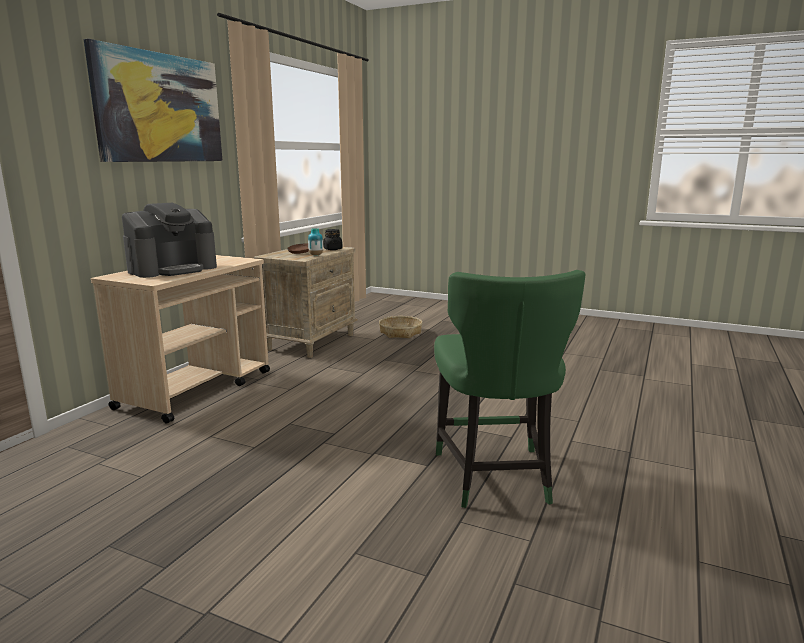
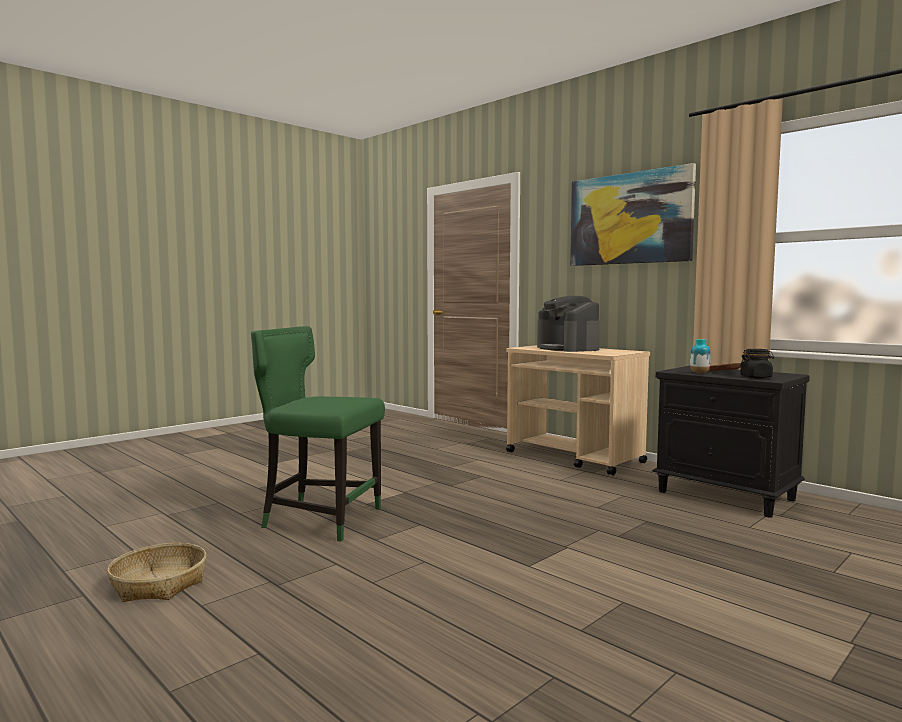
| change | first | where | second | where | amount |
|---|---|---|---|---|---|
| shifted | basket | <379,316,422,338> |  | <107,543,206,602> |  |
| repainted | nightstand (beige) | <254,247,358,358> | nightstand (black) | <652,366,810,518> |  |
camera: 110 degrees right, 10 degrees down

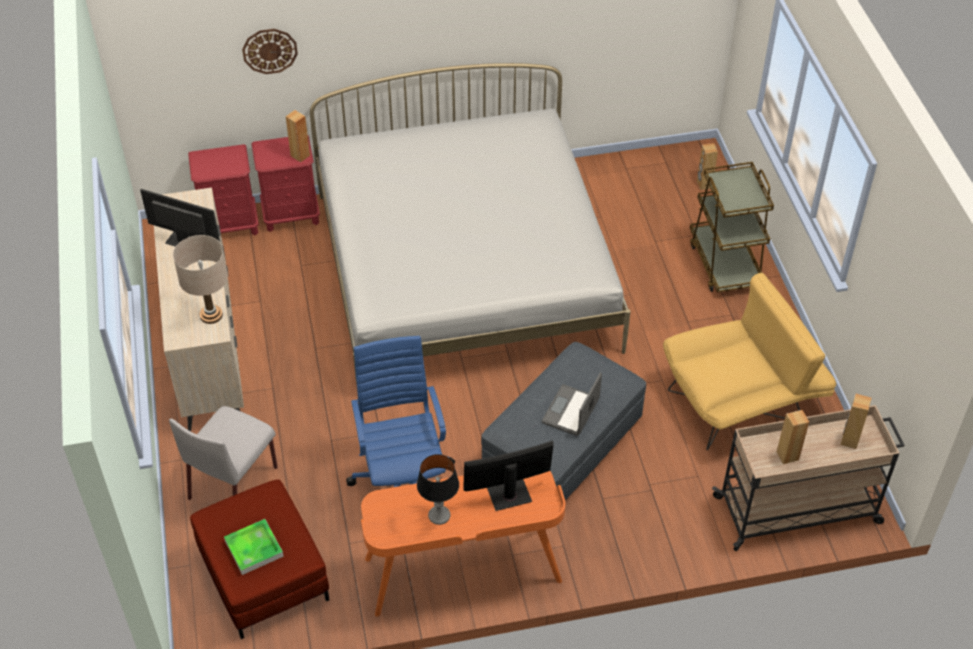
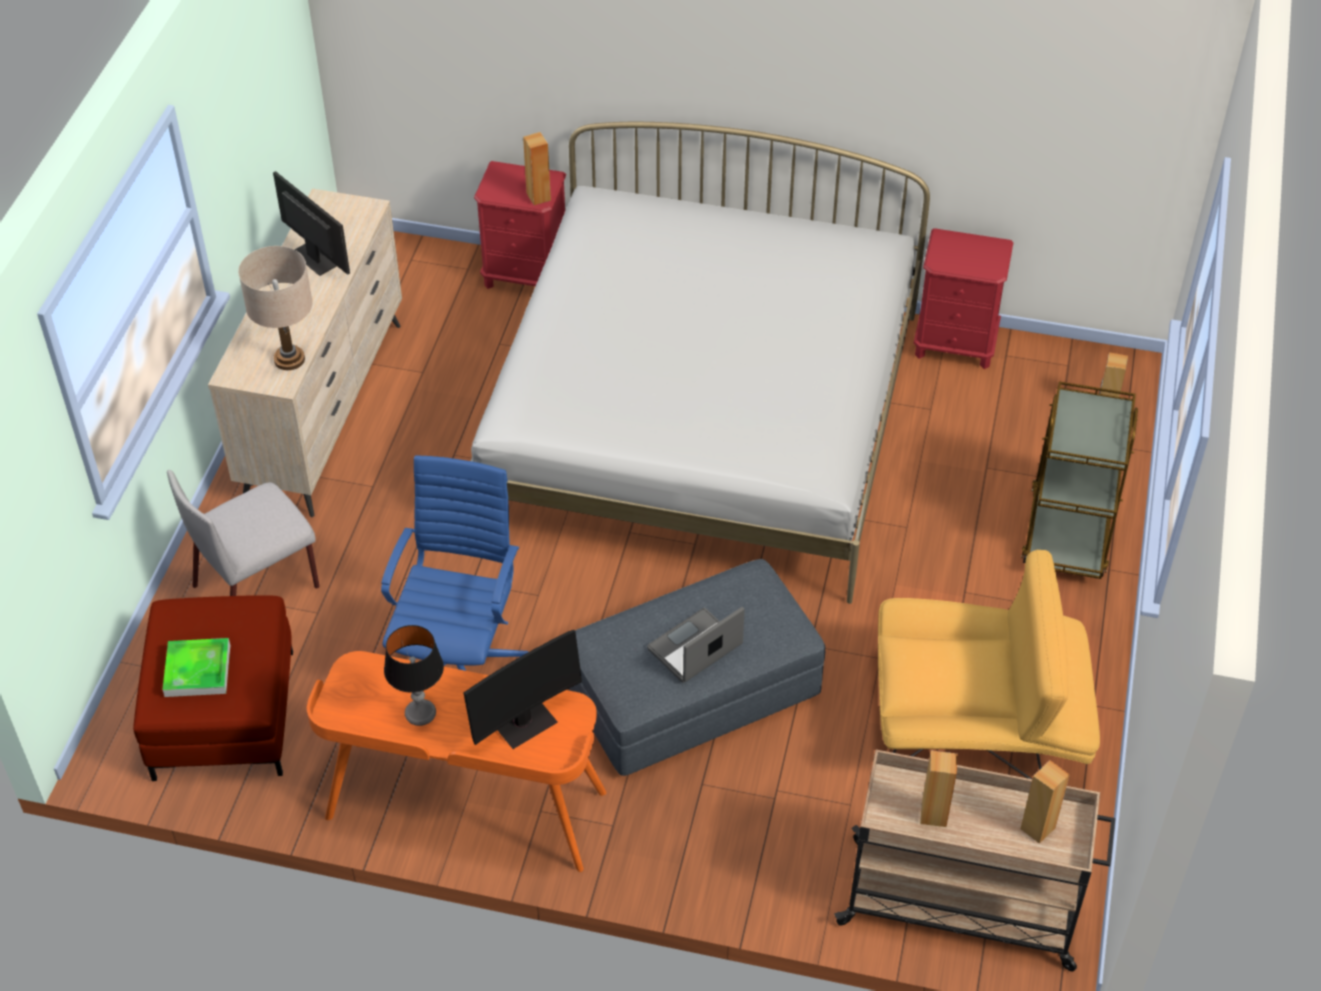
| change | first | where | second | where | amount |
|---|---|---|---|---|---|
| gone | wall clock | <242,29,298,74> |  |  |  |
| shifted | nightstand (red) | <188,144,259,236> |  | <914,228,1013,369> |  |
| rotated | monitor | <463,440,553,511> |  | <463,630,582,749> | 135 degrees clockwise |
camera: 25 degrees right, 0 degrees up

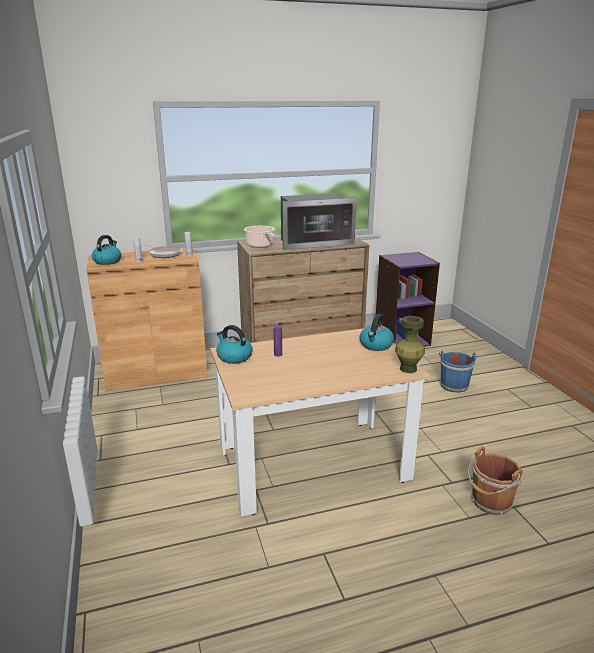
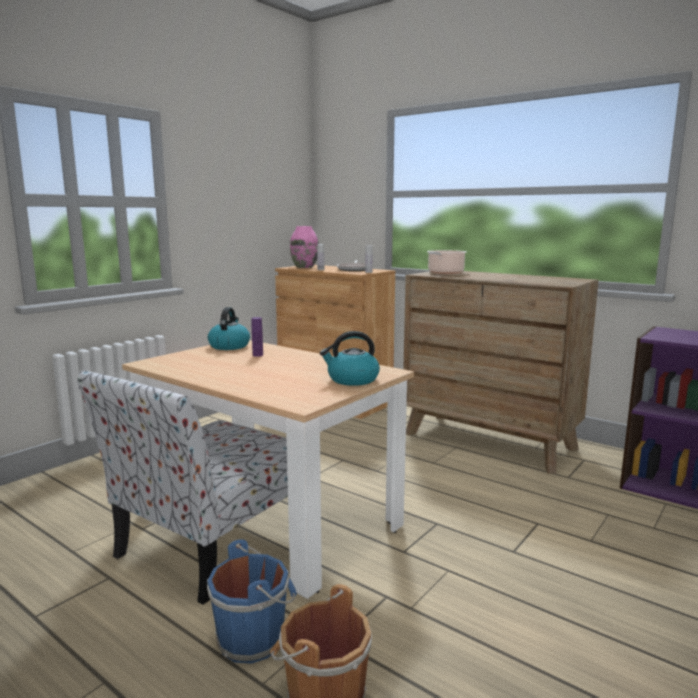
| change | first | where | second | where | amount |
|---|---|---|---|---|---|
| gone | microwave | <281,193,357,250> |  |  |  |
| gone | vase (green) | <395,316,425,373> |  |  |  |
| new |  |  | chair | <77,370,288,605> |  |
| shifted | bucket (blue) | <439,350,477,393> |  | <207,539,296,664> |  |
| swapped | kettle | <92,235,121,265> | vase (pink) | <290,226,318,268> |  |
camera: 55 degrees right, 10 degrees down

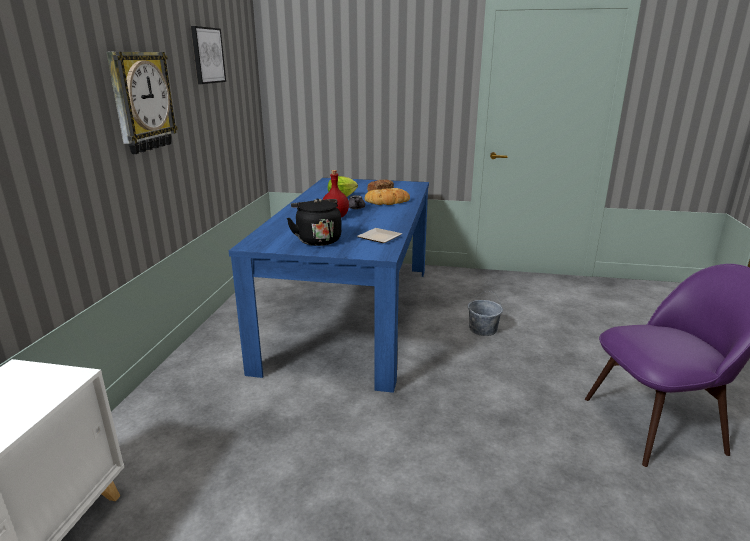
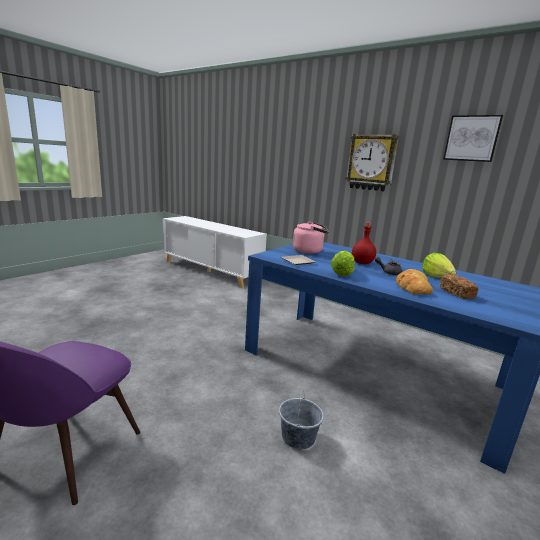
| change | first | where | second | where | amount |
|---|---|---|---|---|---|
| new |  |  | lettuce | <331,251,355,276> |  |
| repainted | kettle (black) | <287,198,341,246> | kettle (pink) | <293,221,329,254> |  |
camera: 115 degrees right, 5 degrees down

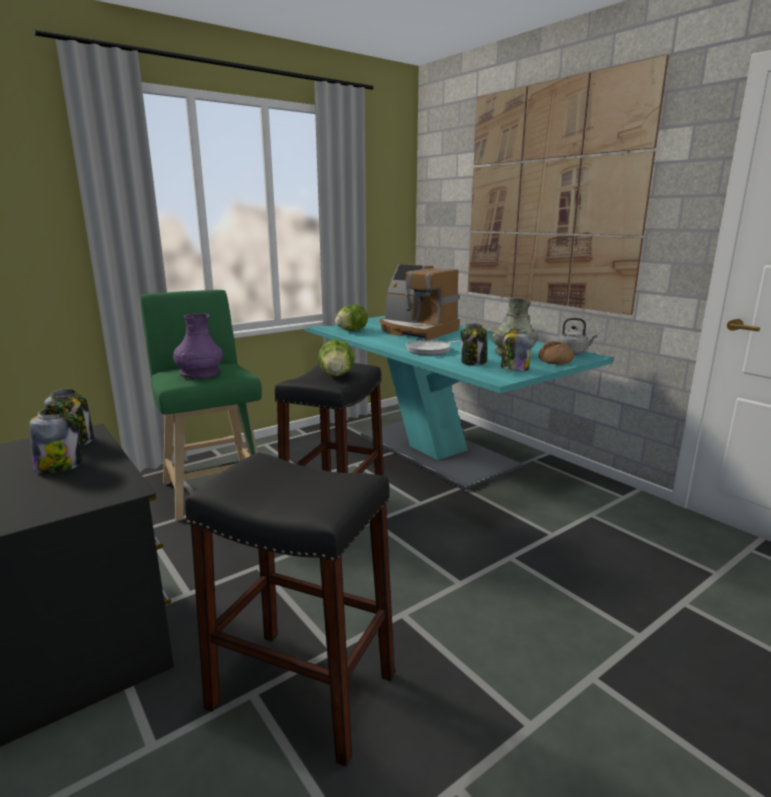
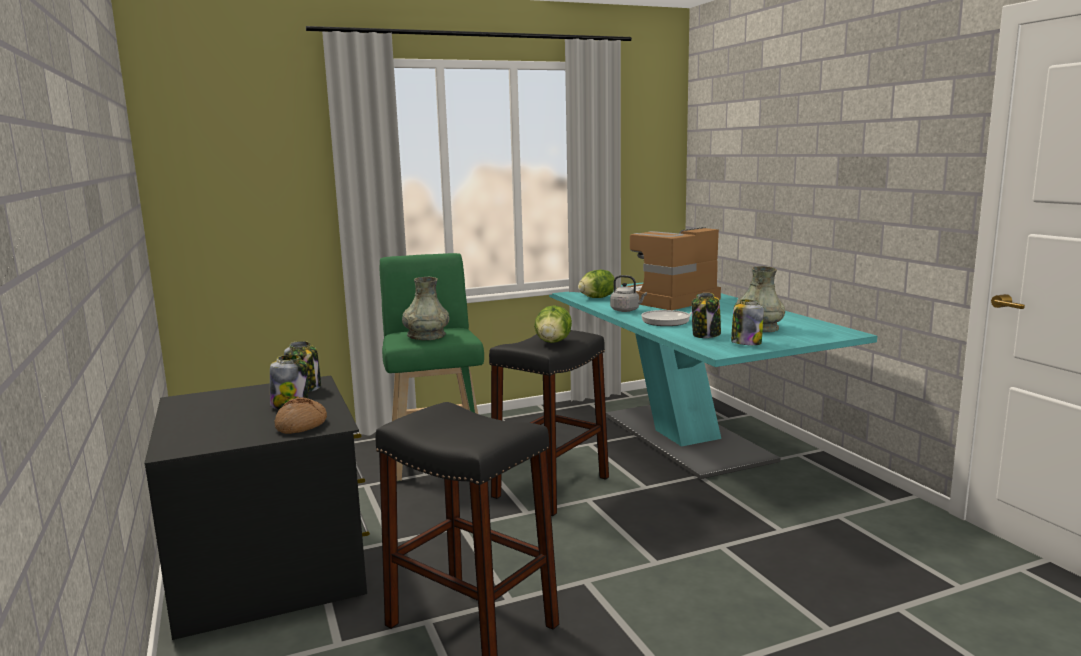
| change | first | where | second | where | amount |
|---|---|---|---|---|---|
| gone | picture | <468,55,669,315> |  |  |  |
| shifted | bread | <538,341,574,365> |  | <274,397,327,434> |  |
| shifted | kettle (grey) | <557,318,597,355> |  | <610,275,647,312> |  |
| repainted | vase (purple) | <173,313,223,379> | vase (grey) | <402,277,450,340> |  |
| rotated | coffee machine | <380,264,459,340> |  | <616,227,721,310> | 90 degrees clockwise |
camera: 15 degrees right, 5 degrees down

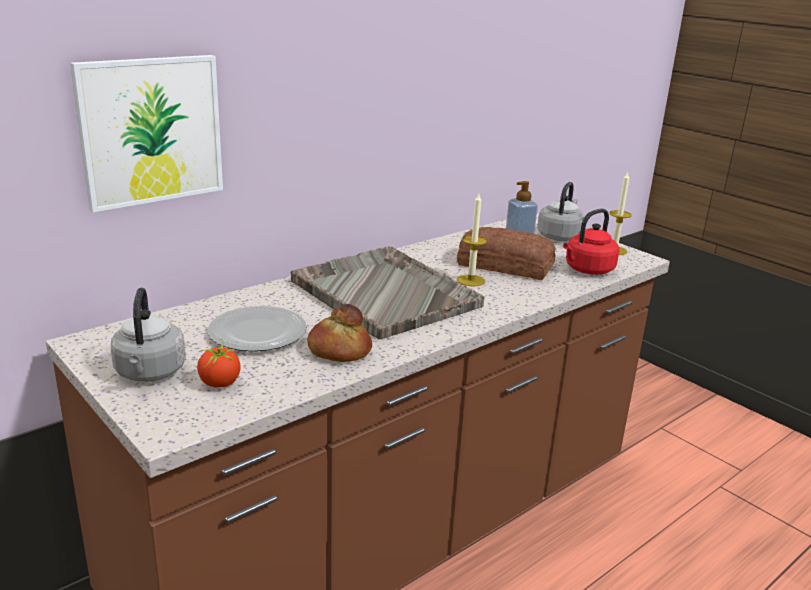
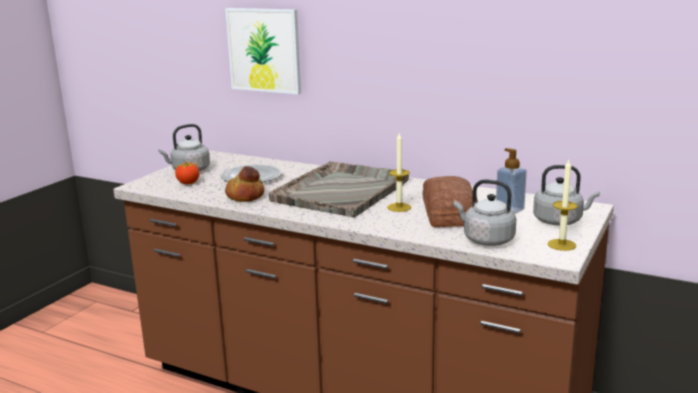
| change | first | where | second | where | amount |
|---|---|---|---|---|---|
| repainted | kettle (red) | <563,209,619,275> | kettle (grey) | <454,179,516,246> |  |
camera: 70 degrees right, 5 degrees down

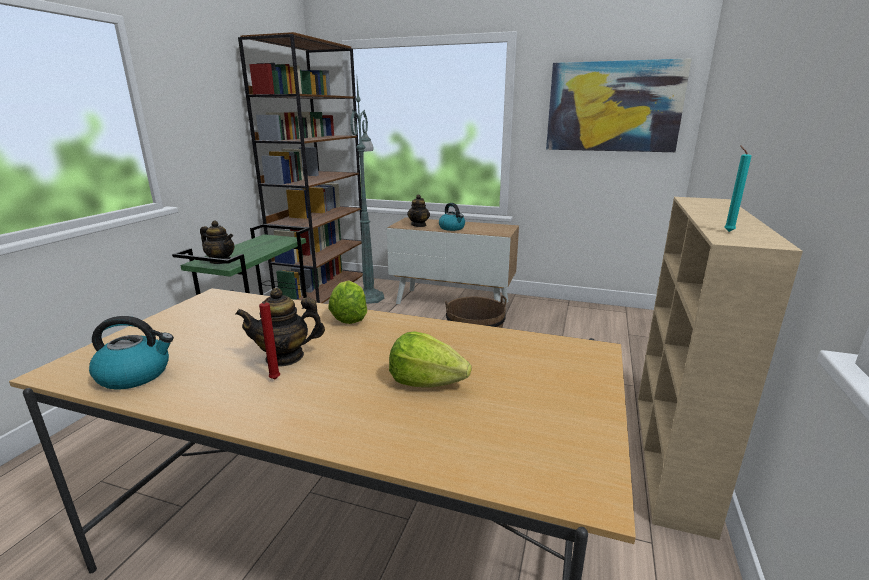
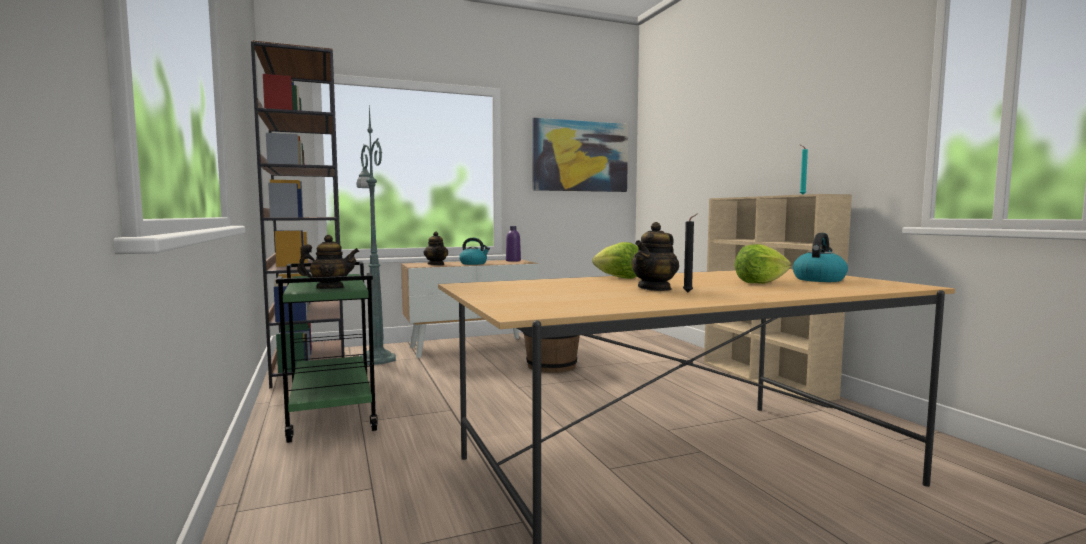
| change | first | where | second | where | amount |
|---|---|---|---|---|---|
| new |  |  | bottle (purple) | <506,226,521,262> |  |
| shifted | kettle | <89,316,174,390> |  | <793,233,848,282> |  |
| repainted | candle (red) | <259,297,280,379> | candle (black) | <683,214,697,292> |  |
camera: 40 degrees left, 15 degrees down

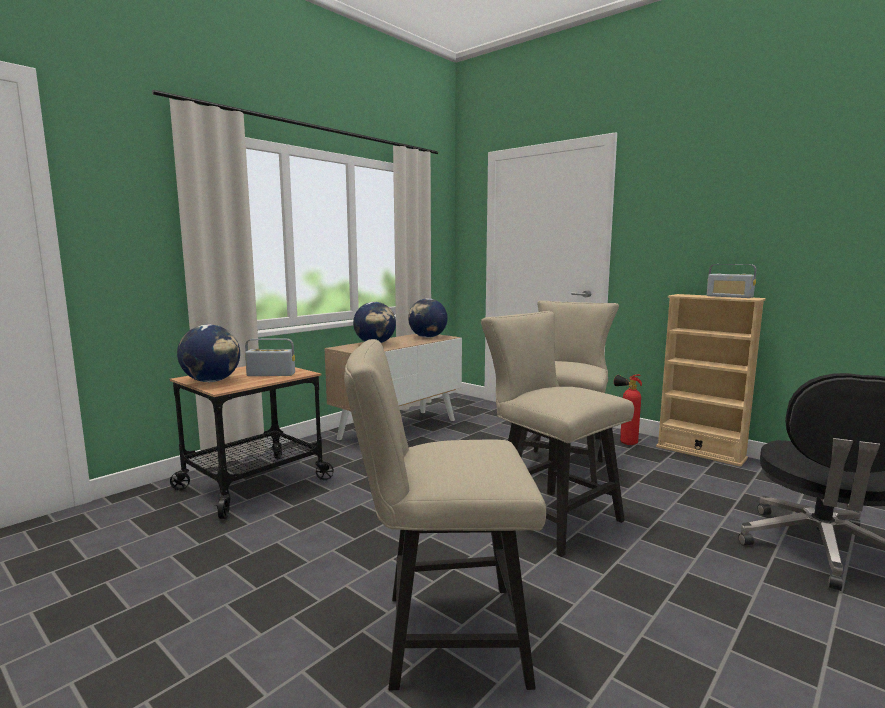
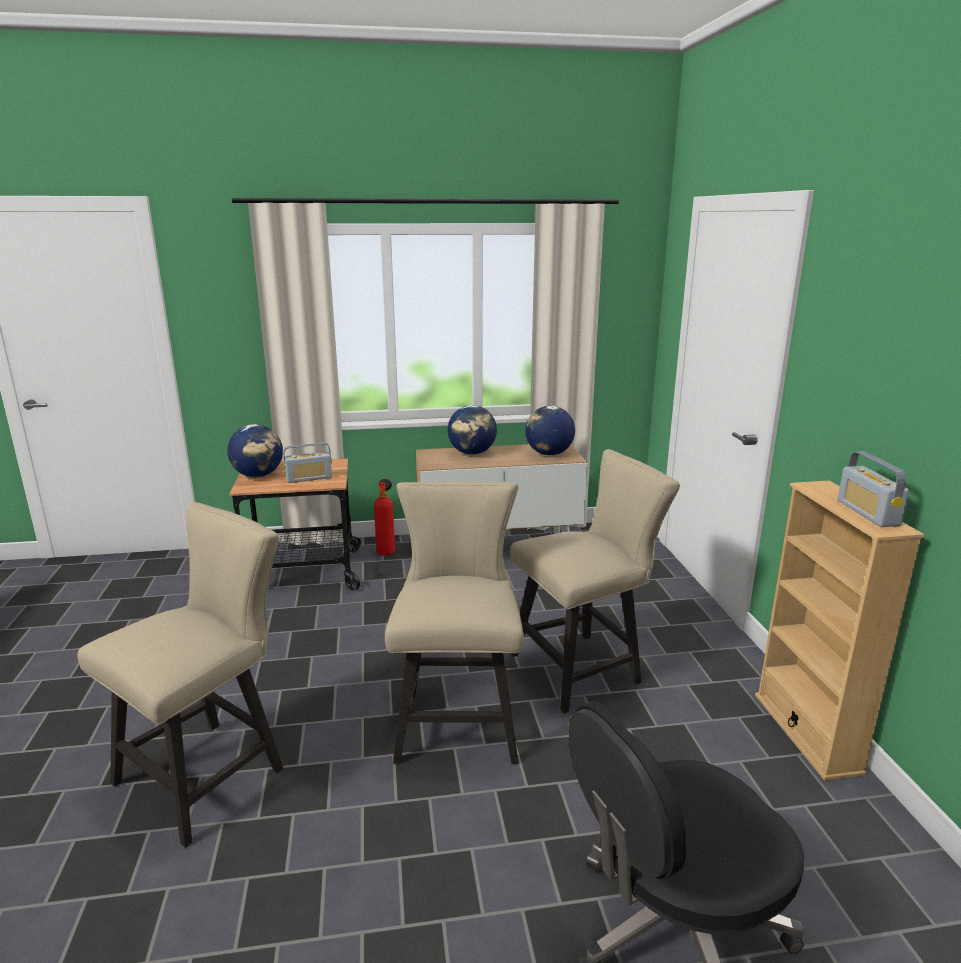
| change | first | where | second | where | amount |
|---|---|---|---|---|---|
| shifted | fire extinguisher | <614,374,642,445> |  | <374,479,395,556> |  |
| rotated | radio | <245,339,295,376> |  | <283,442,332,483> | 120 degrees clockwise |
| rotated | chair (beige) | <344,339,546,690> |  | <77,502,283,848> | 90 degrees clockwise |
camera: 40 degrees right, 10 degrees up

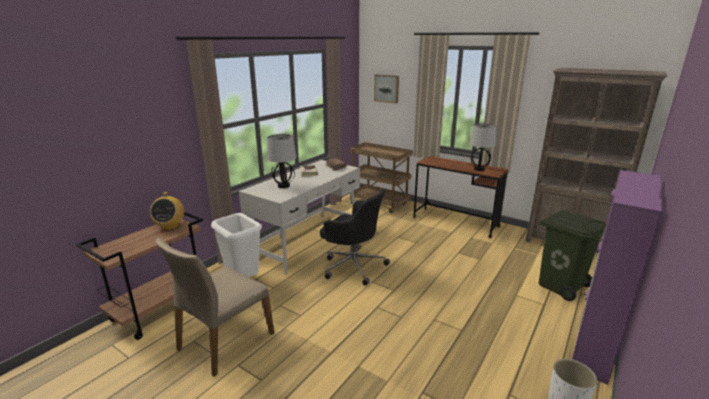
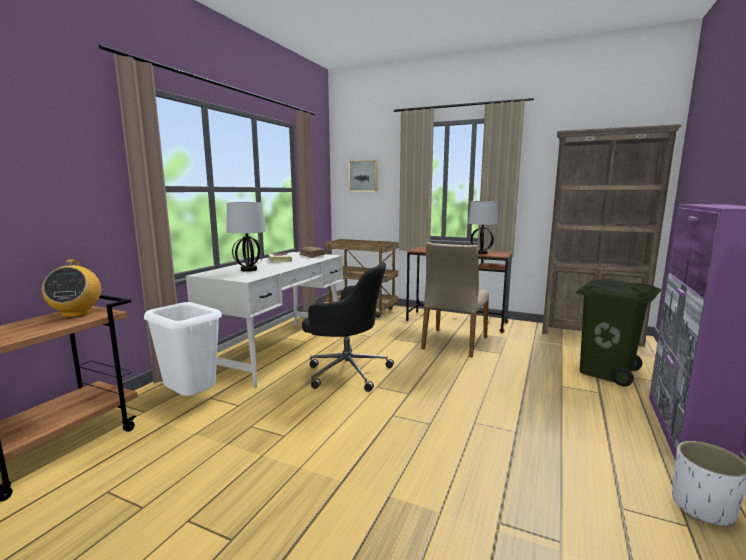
| change | first | where | second | where | amount |
|---|---|---|---|---|---|
| shifted | chair (beige) | <156,238,275,377> |  | <421,242,489,357> |  |
camera: 10 degrees left, 10 degrees down

